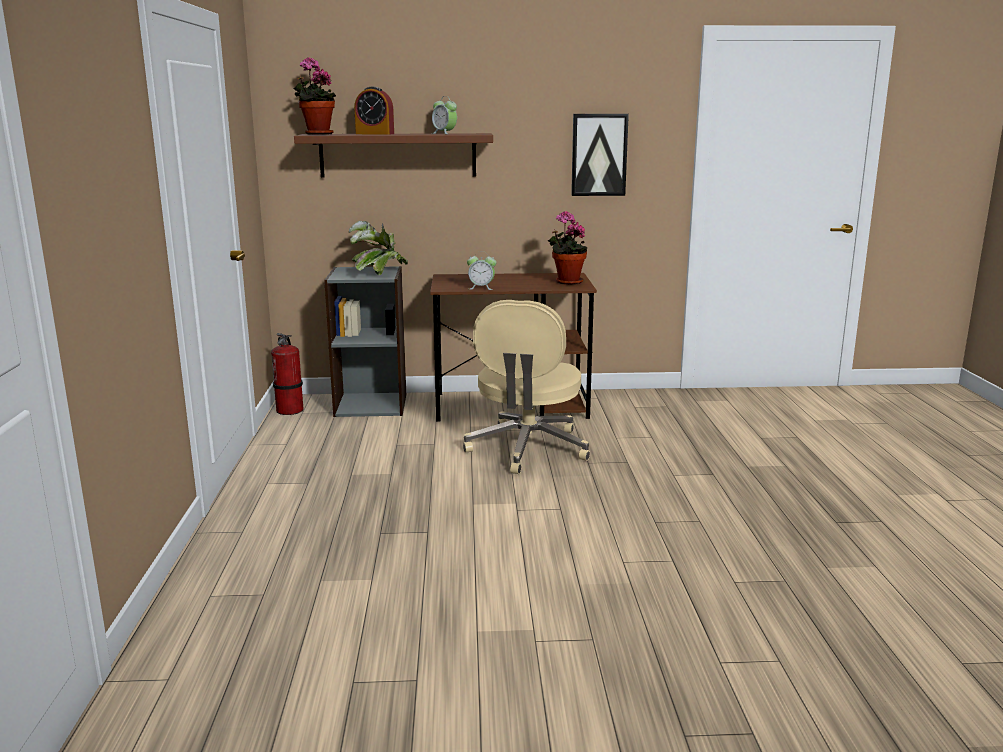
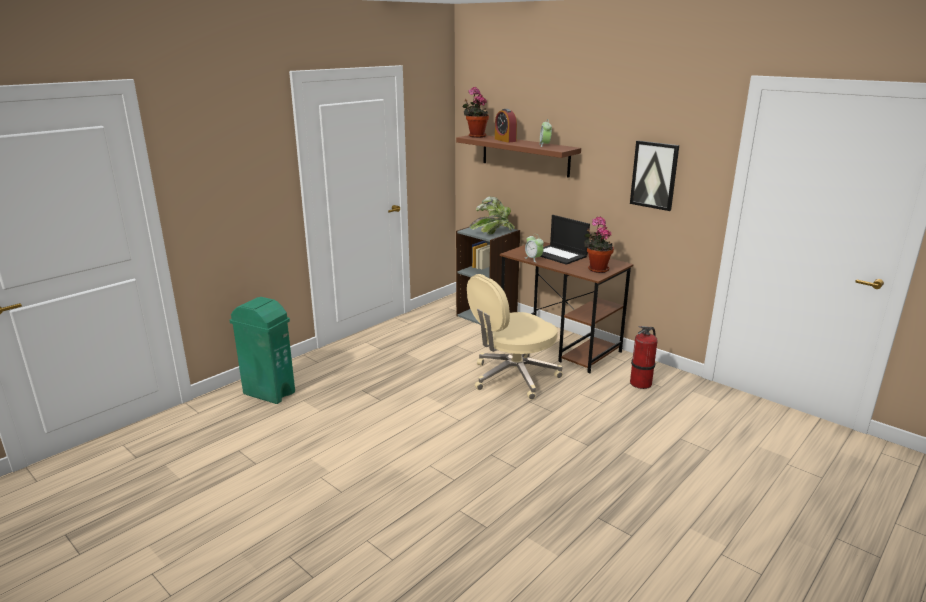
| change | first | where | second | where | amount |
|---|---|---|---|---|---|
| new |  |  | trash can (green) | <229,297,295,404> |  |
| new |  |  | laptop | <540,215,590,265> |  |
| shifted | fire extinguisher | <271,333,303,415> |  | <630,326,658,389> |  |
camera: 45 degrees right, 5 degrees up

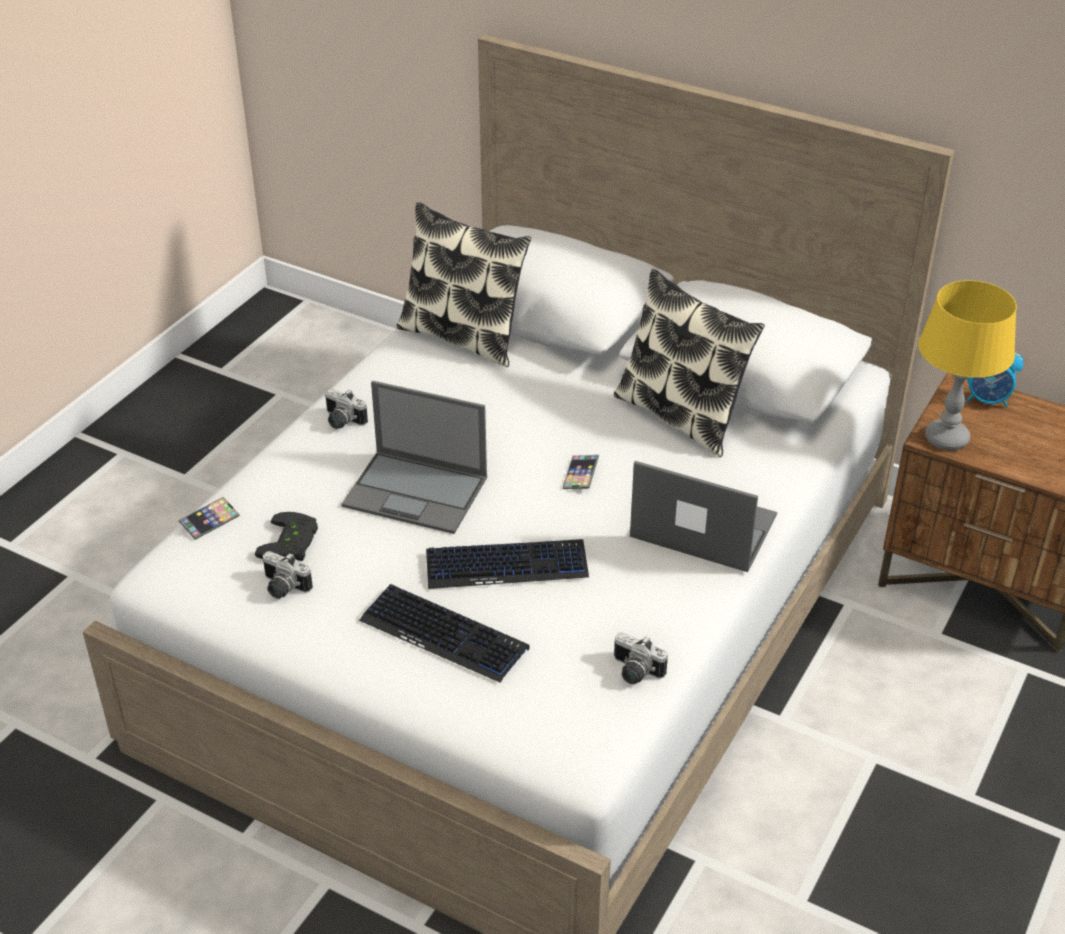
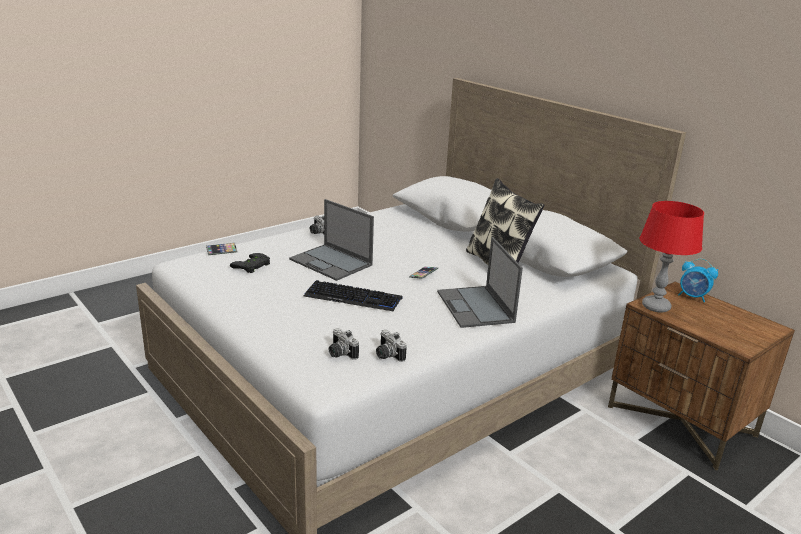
| change | first | where | second | where | amount |
|---|---|---|---|---|---|
| gone | keyboard | <359,584,530,683> |  |  |  |
| gone | pillow | <397,202,531,367> |  |  |  |
| shifted | photo camera | <262,551,313,599> |  | <329,328,359,360> |  |
| repainted | table lamp (yellow) | <918,280,1017,450> | table lamp (red) | <639,201,704,312> |  |
| rotated | laptop | <630,461,777,572> |  | <437,237,523,328> | 150 degrees counterclockwise |
camera: 20 degrees right, 15 degrees down

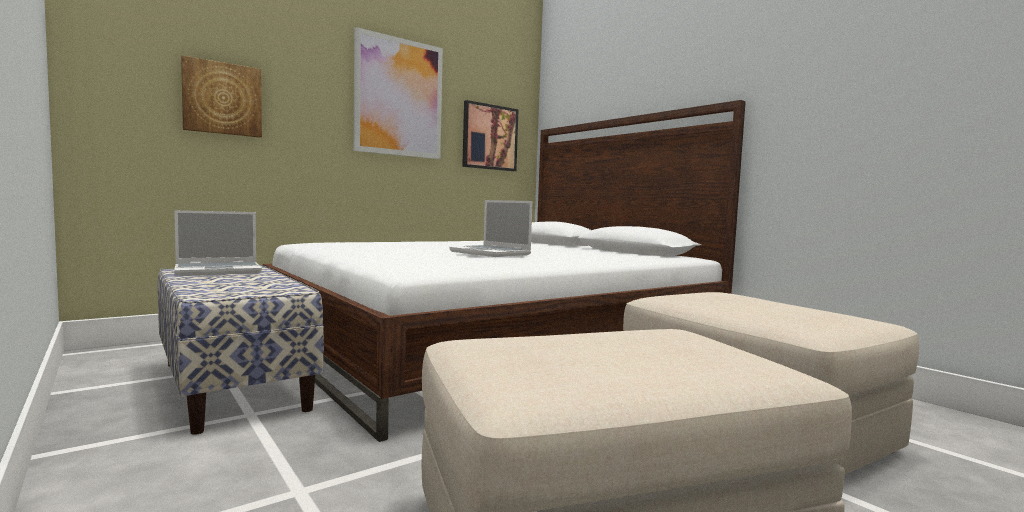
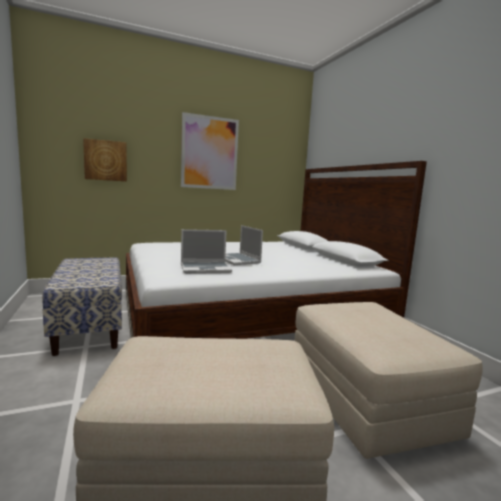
| change | first | where | second | where | amount |
|---|---|---|---|---|---|
| gone | picture | <462,100,519,171> |  |  |  |
| shifted | laptop | <174,210,262,276> |  | <181,229,232,274> |  |
camera: 15 degrees right, 5 degrees up

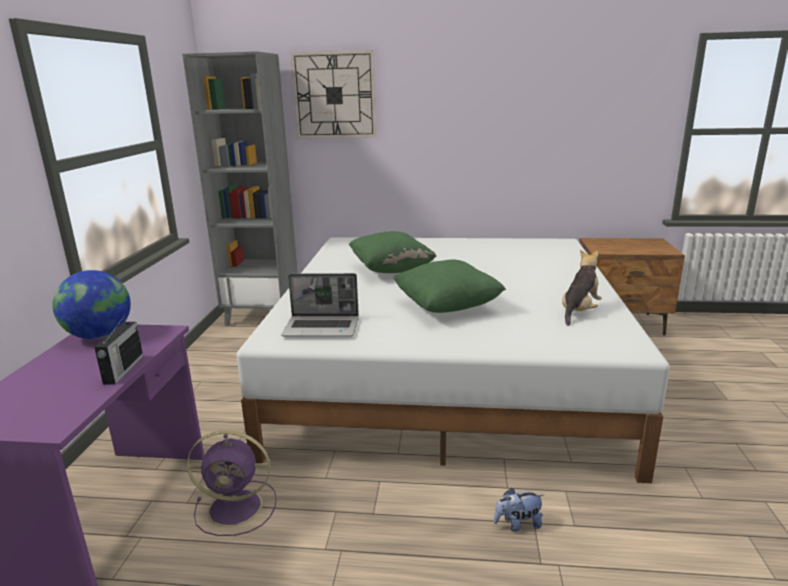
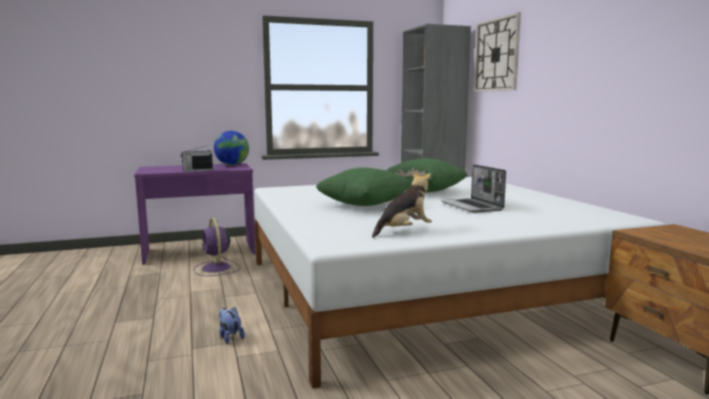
| change | first | where | second | where | amount |
|---|---|---|---|---|---|
| shifted | laptop | <281,273,359,337> |  | <441,164,506,213> |  |
| rotated | plush toy | <562,250,602,326> |  | <372,171,432,238> | 45 degrees counterclockwise |
camera: 65 degrees right, 10 degrees down

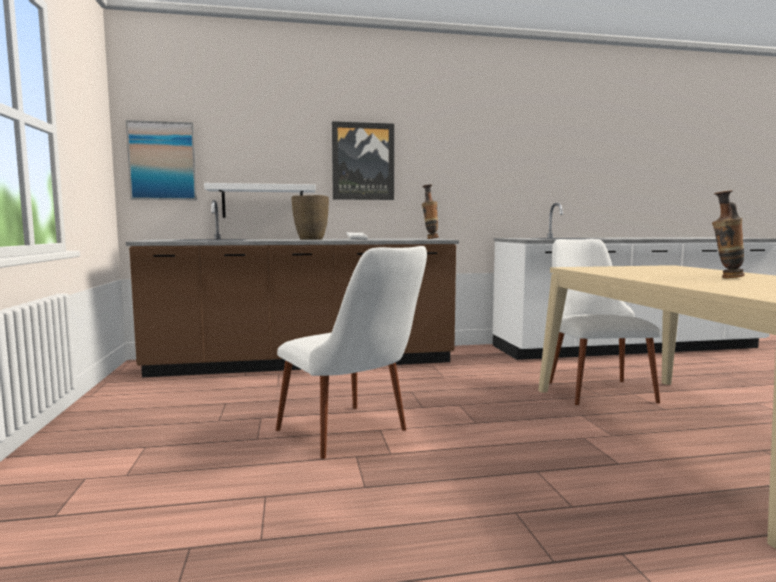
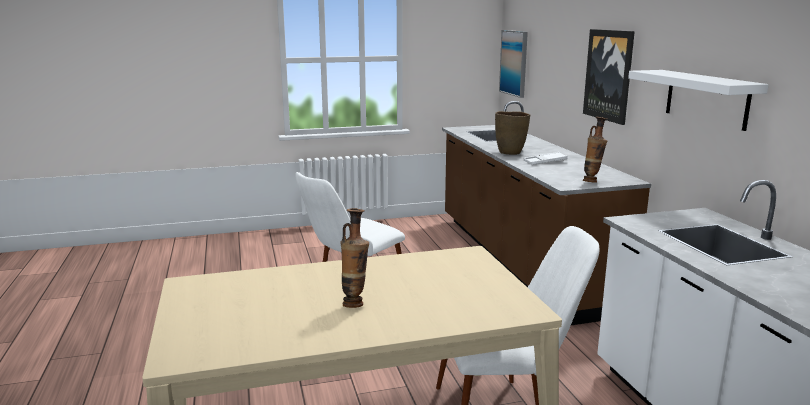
| change | first | where | second | where | amount |
|---|---|---|---|---|---|
| shifted | shelf (white) | <204,183,316,218> |  | <628,70,769,131> |  |
camera: 85 degrees right, 10 degrees up

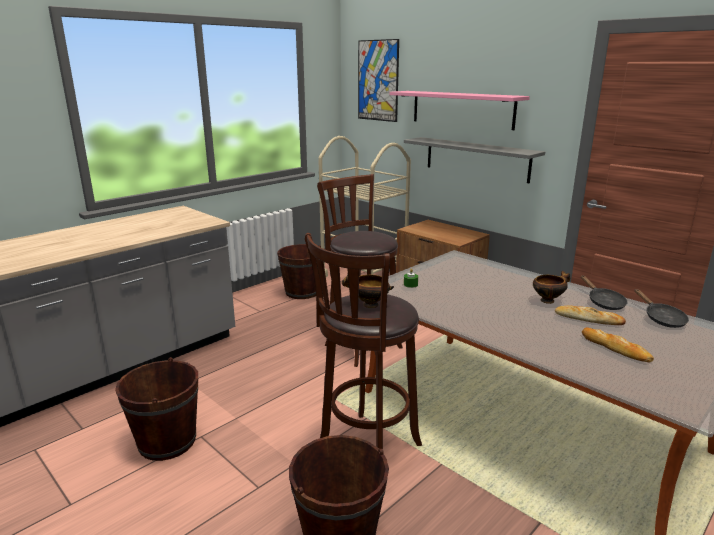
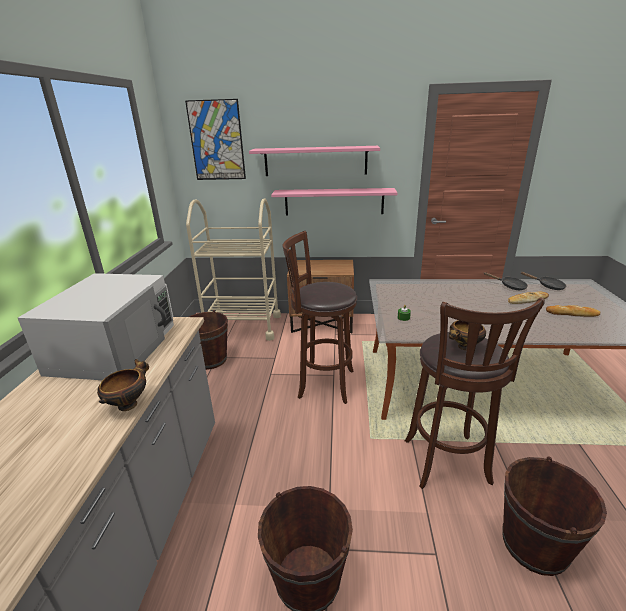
| change | first | where | second | where | amount |
|---|---|---|---|---|---|
| new |  |  | microwave (white) | <18,273,174,380> |  |
| shifted | bowl | <533,271,570,304> |  | <97,359,149,411> |  |
| repainted | shelf (grey) | <404,137,545,183> | shelf (pink) | <271,188,397,216> |  |
camera: 40 degrees left, 5 degrees up

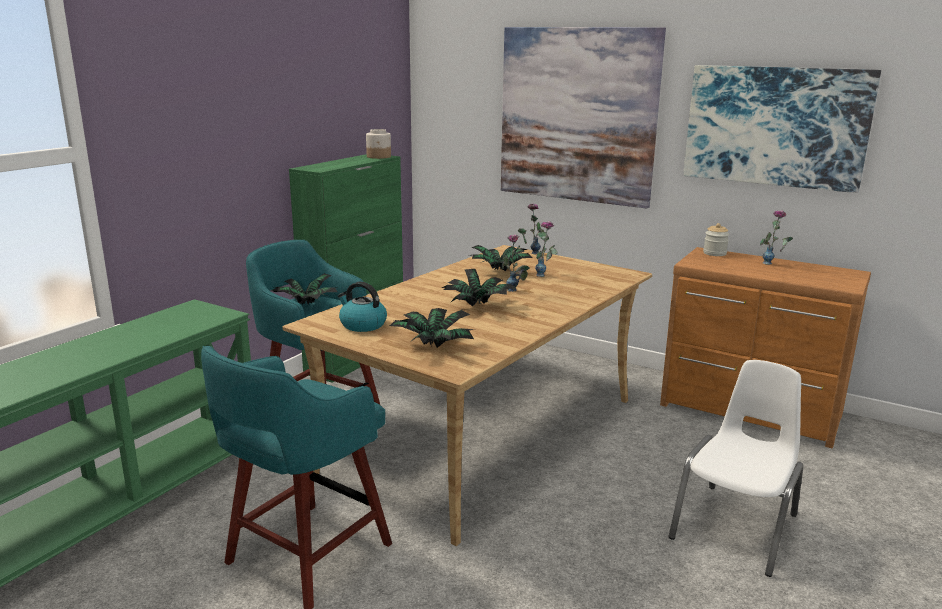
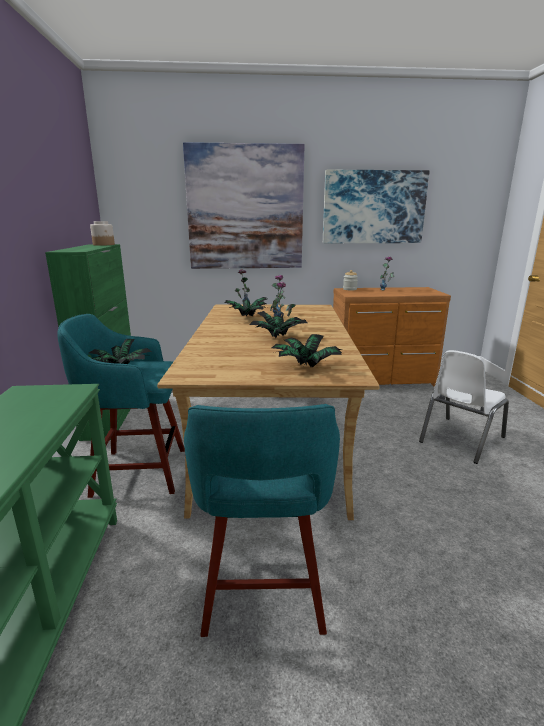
| change | first | where | second | where | amount |
|---|---|---|---|---|---|
| gone | kettle | <338,282,387,332> |  |  |  |
| rotated | chair (white) | <668,360,803,577> |  | <419,350,509,464> | 135 degrees counterclockwise |
camera: 35 degrees left, 0 degrees up

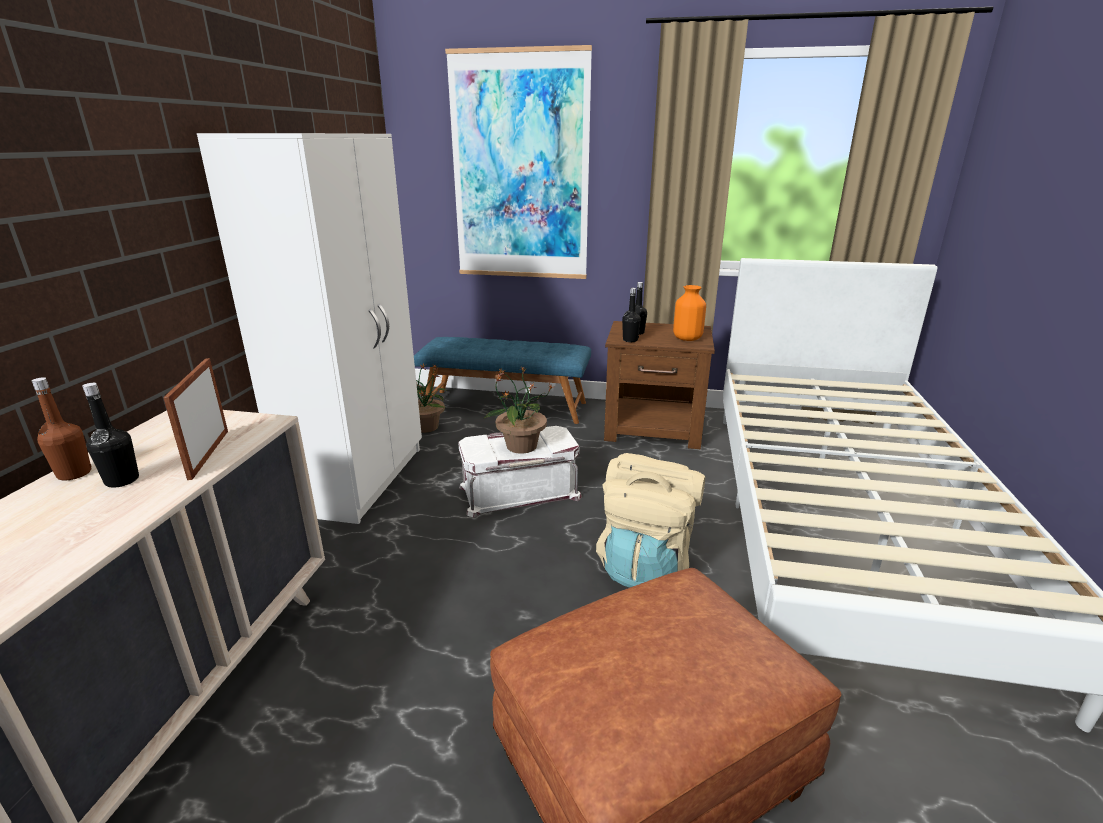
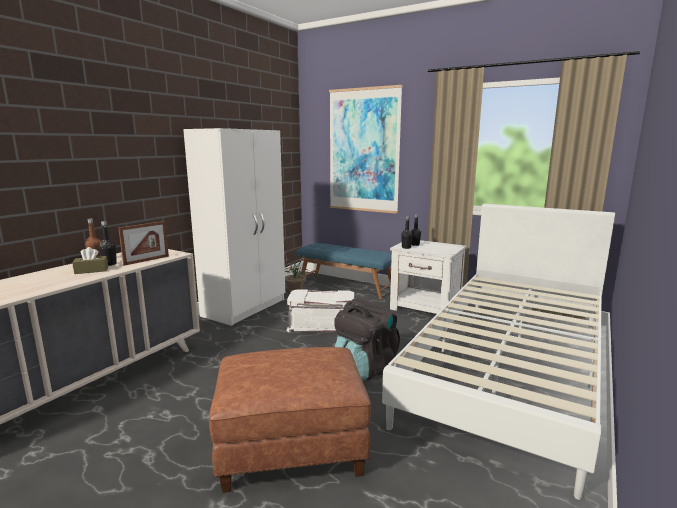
| change | first | where | second | where | amount |
|---|---|---|---|---|---|
| gone | potted plant | <483,366,553,454> |  |  |  |
| gone | vase (orange) | <673,285,706,341> |  |  |  |
| new |  |  | tissue box (brown) | <72,247,108,274> |  |
| repainted | backpack (beige) | <596,453,705,588> | backpack (black) | <334,299,400,380> |  |
| repainted | nightstand (brown) | <604,321,715,449> | nightstand (white) | <390,240,467,314> |  |
| rotated | picture frame | <163,358,228,480> |  | <118,221,169,266> | 150 degrees counterclockwise |
camera: 20 degrees right, 10 degrees down

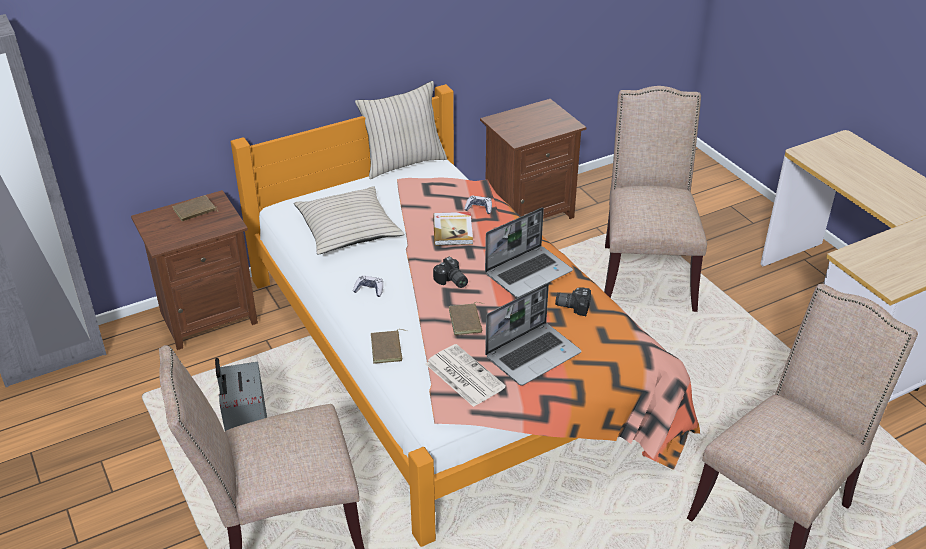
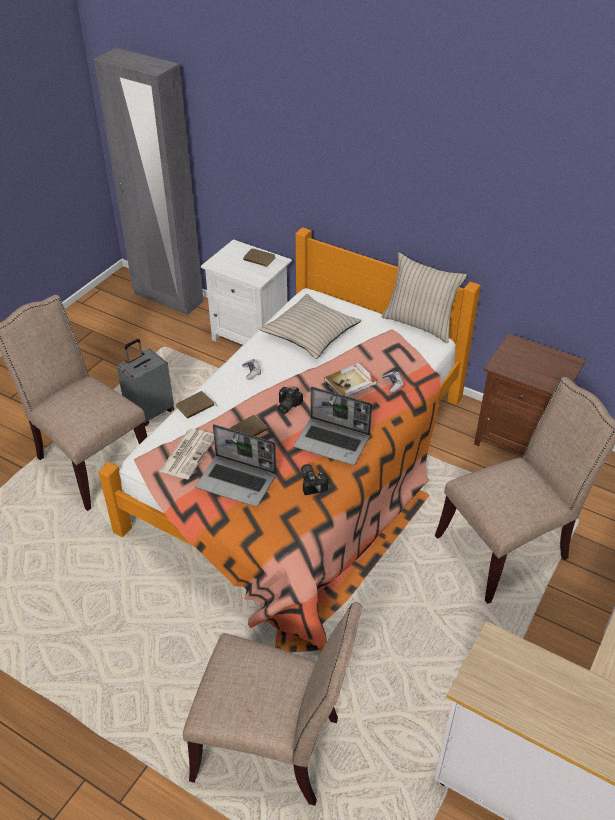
| change | first | where | second | where | amount |
|---|---|---|---|---|---|
| repainted | nightstand (brown) | <131,190,258,350> | nightstand (white) | <201,239,292,345> |  |
camera: 60 degrees right, 5 degrees up

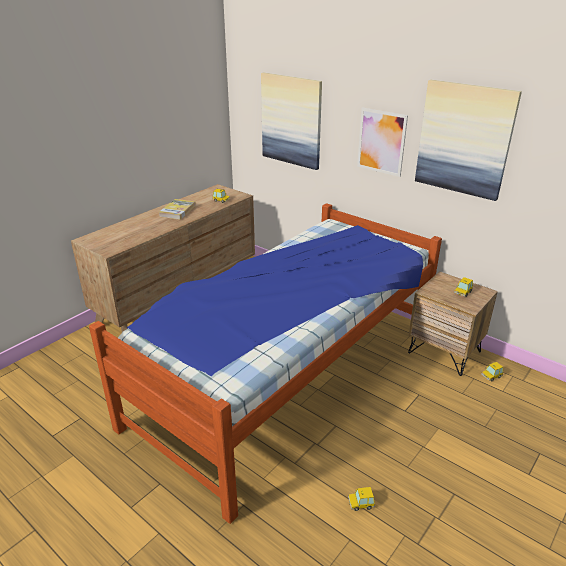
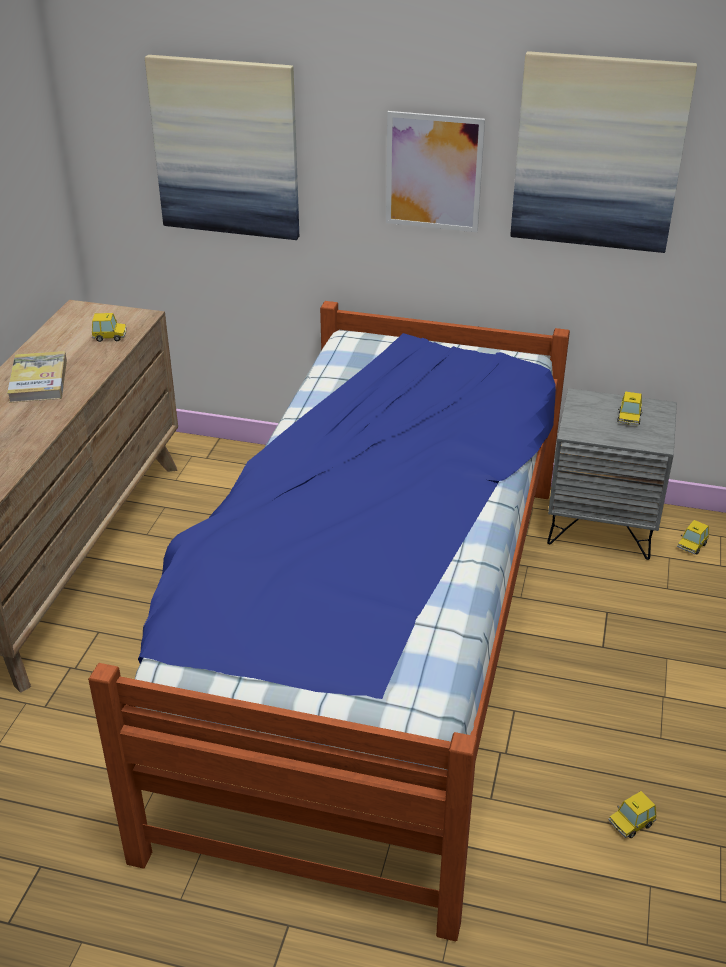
| change | first | where | second | where | amount |
|---|---|---|---|---|---|
| repainted | nightstand (brown) | <408,271,498,376> | nightstand (grey) | <547,388,677,560> |  |
camera: 25 degrees left, 5 degrees up

